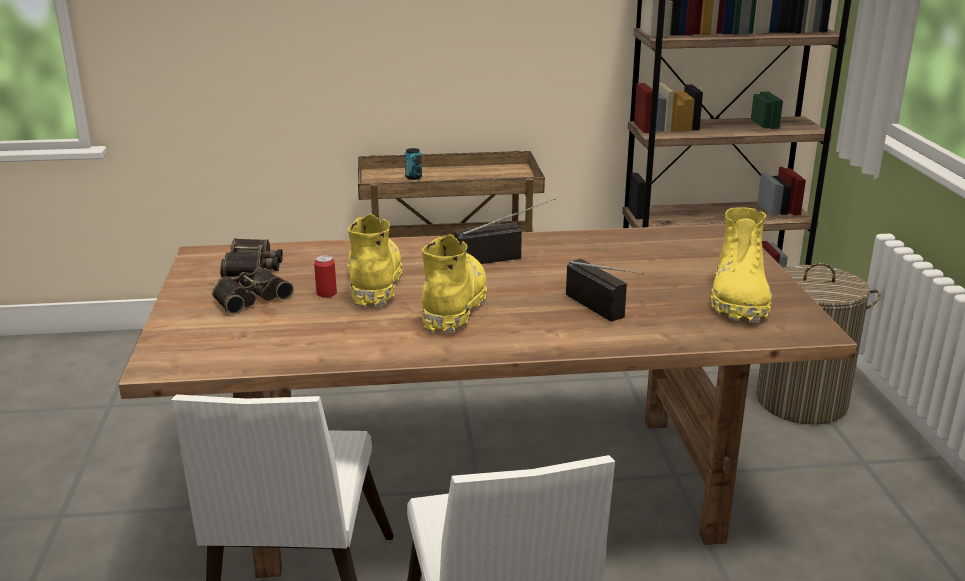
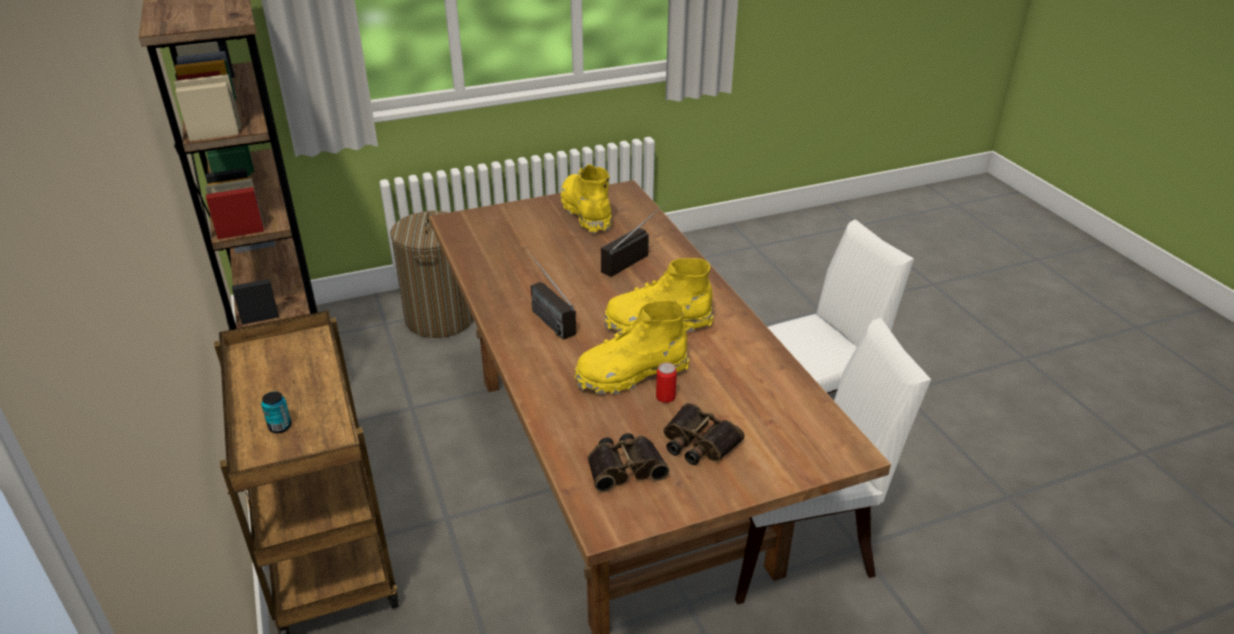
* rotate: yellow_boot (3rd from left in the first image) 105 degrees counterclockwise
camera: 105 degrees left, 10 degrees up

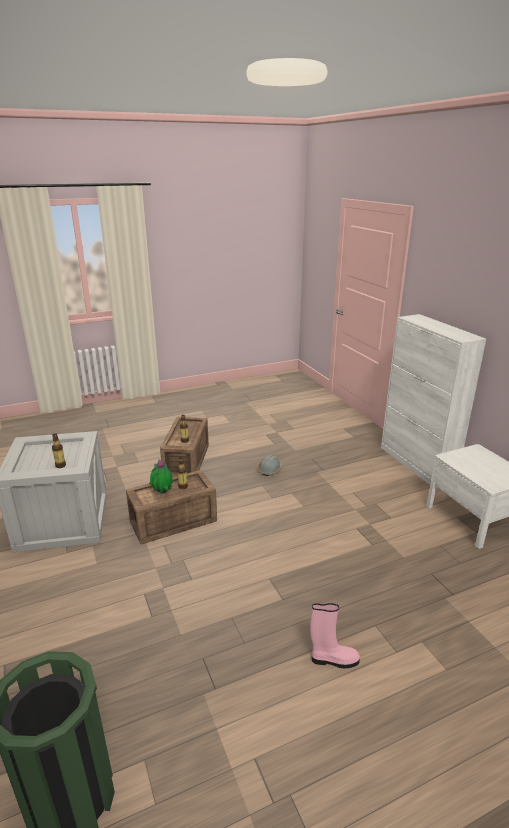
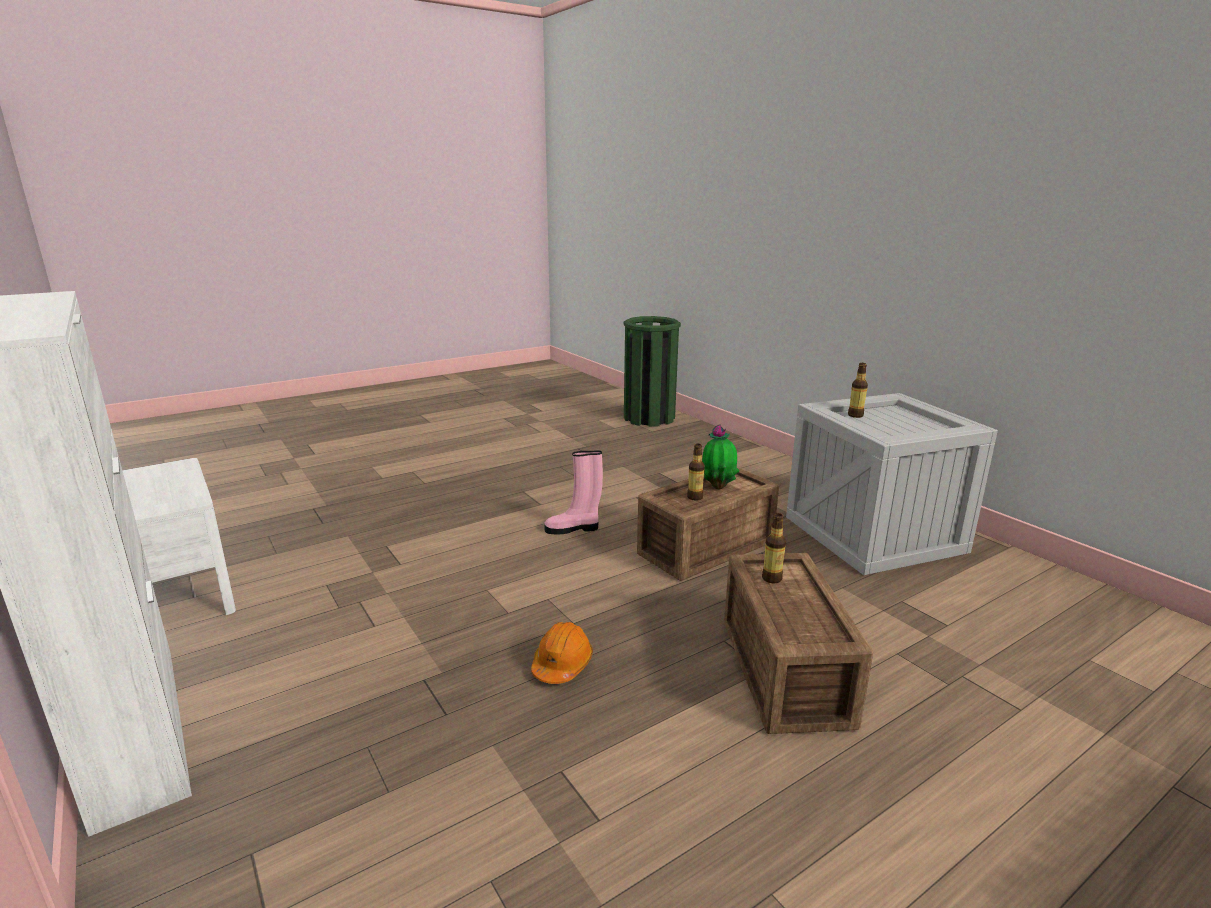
* recolor: grey_hard_hat to orange_hard_hat
* move: pink_boot
camera: 170 degrees right, 5 degrees down

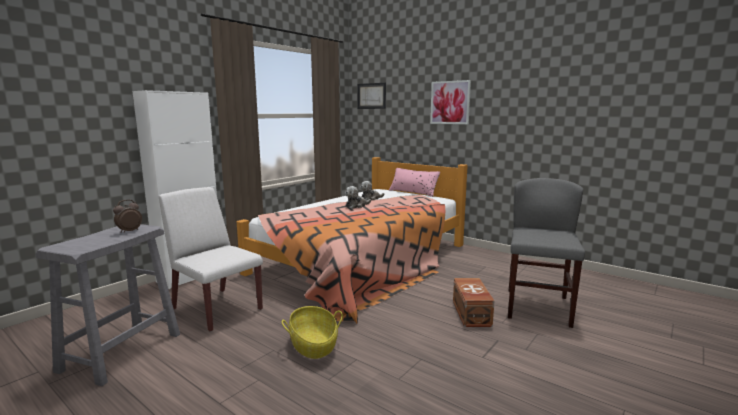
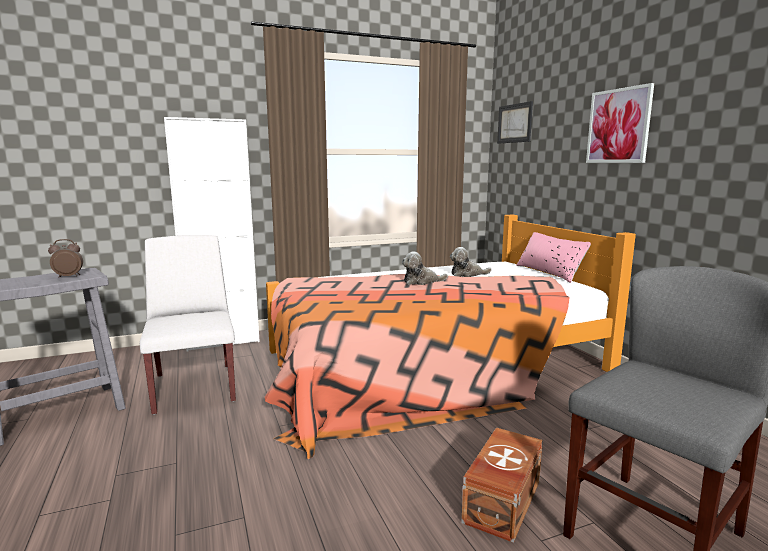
* delete: basket
camera: 30 degrees right, 0 degrees up

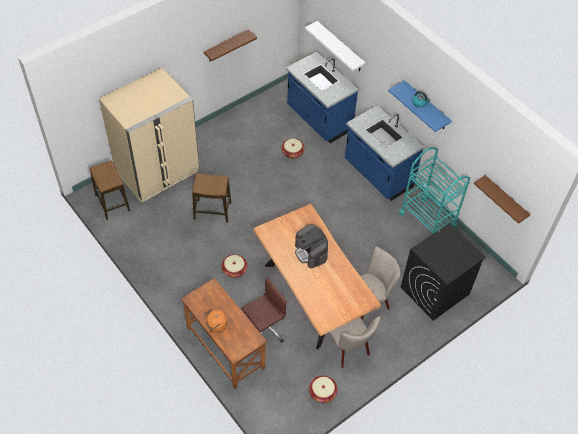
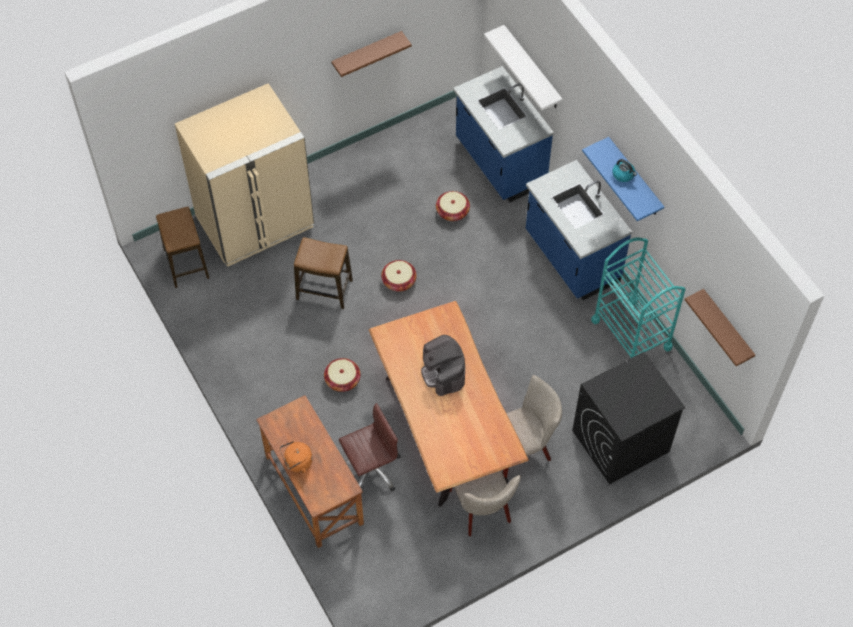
* move: basket (3rd from left in the first image) to basket (2nd from left)
camera: 10 degrees right, 5 degrees up

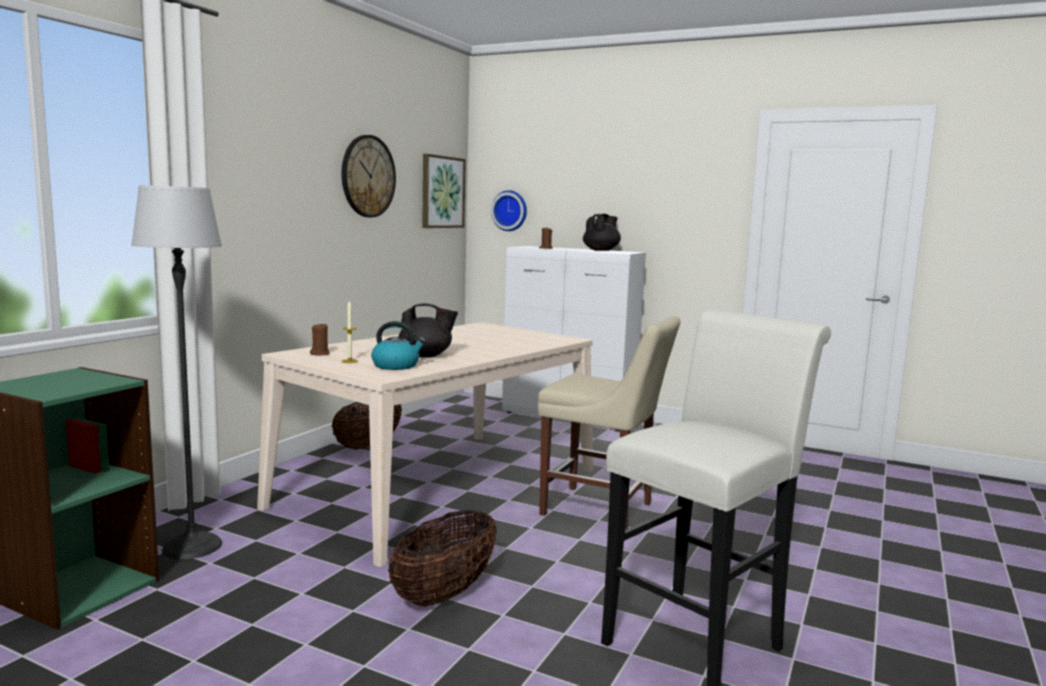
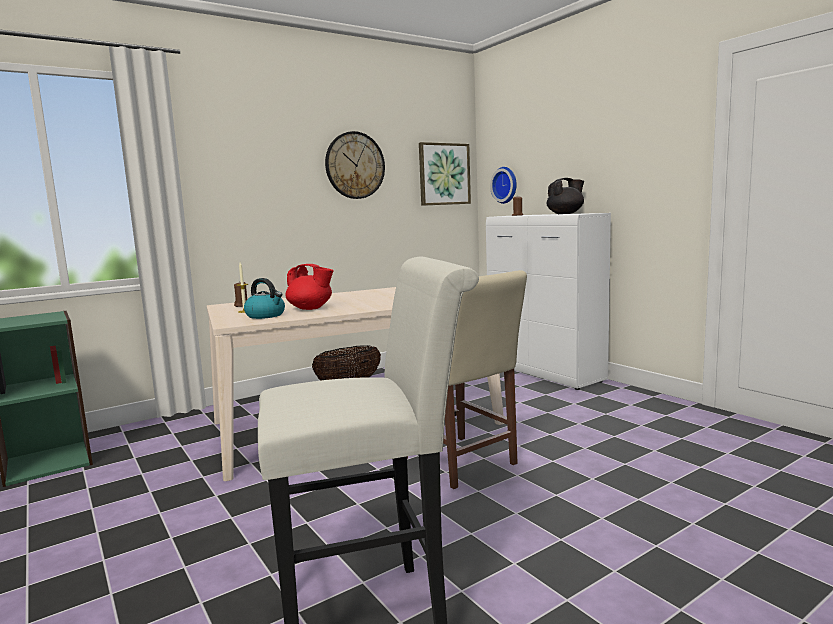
* recolor: black_teapot (1st from left) to red_teapot
* delete: floor_lamp
* delete: basket (2nd from left)
camera: 30 degrees right, 0 degrees up

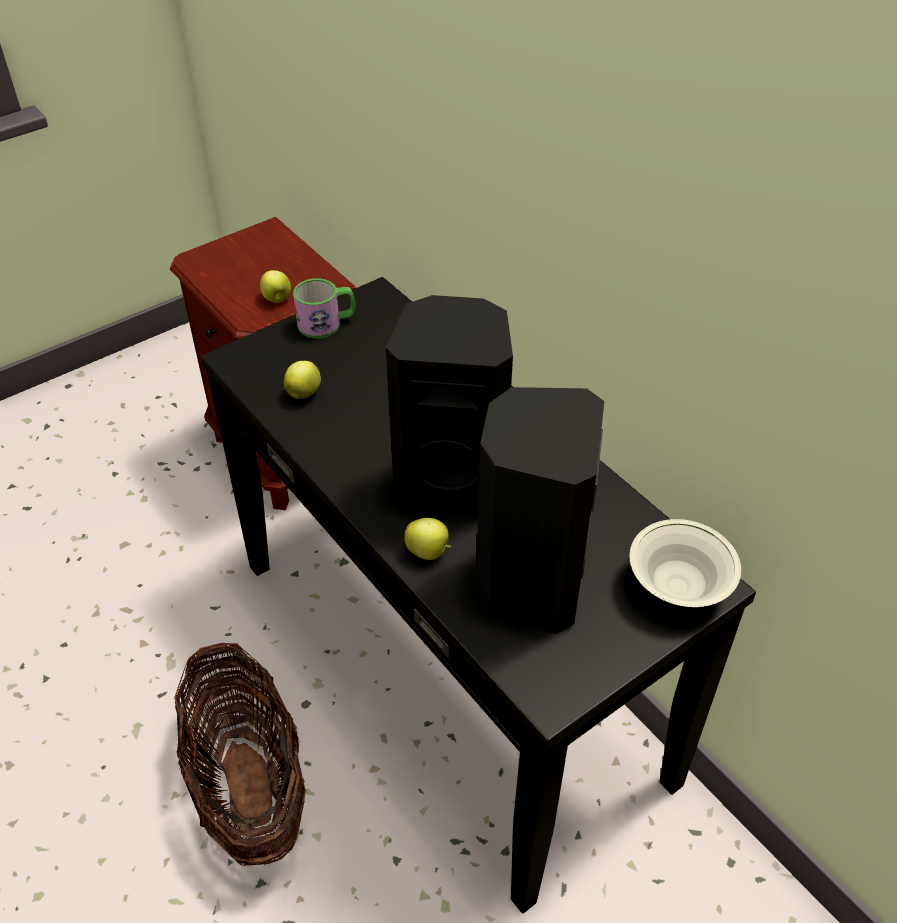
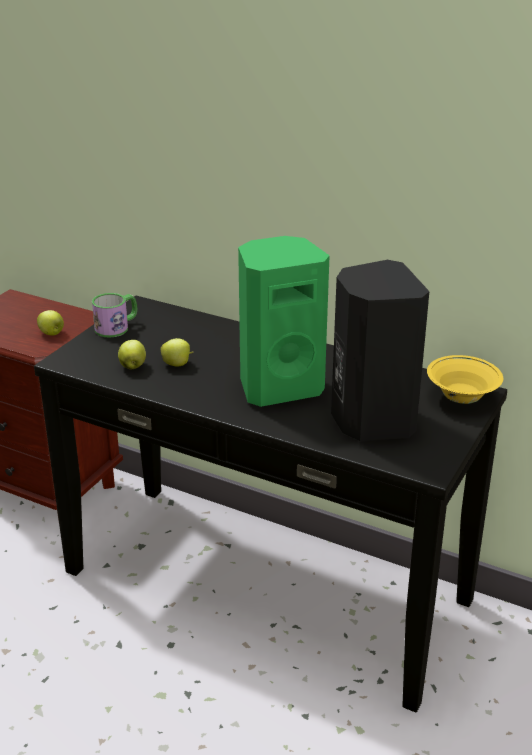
* move: apple (3rd from left)
* recolor: black_speaker (1st from left) to green_speaker
* recolor: white_bowl to yellow_bowl
* delete: basket
camera: 25 degrees left, 15 degrees down

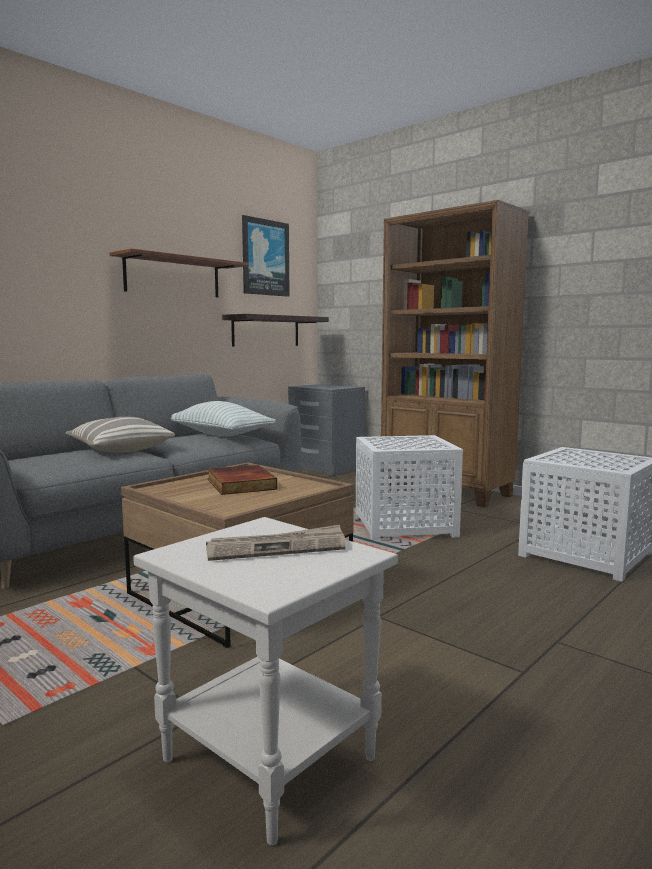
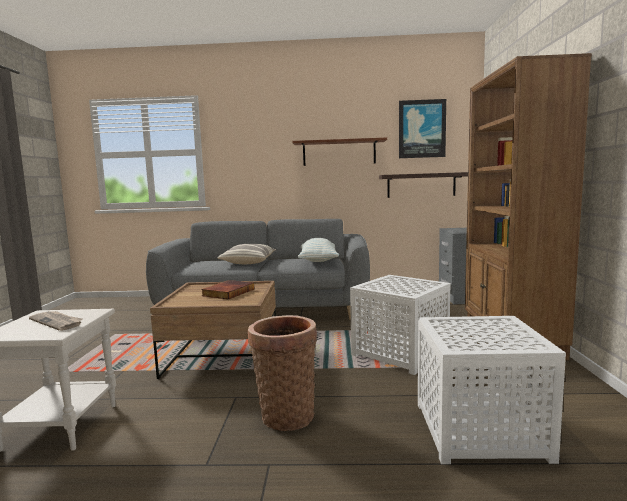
* insert: basket
camera: 50 degrees right, 0 degrees up

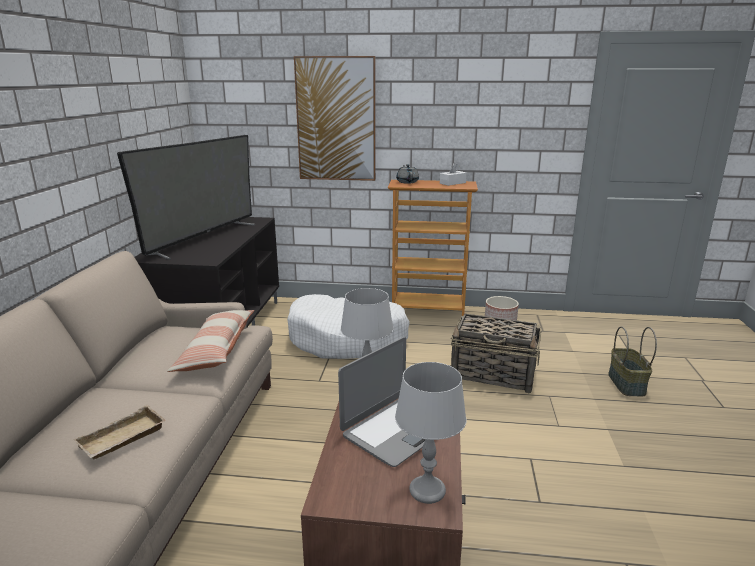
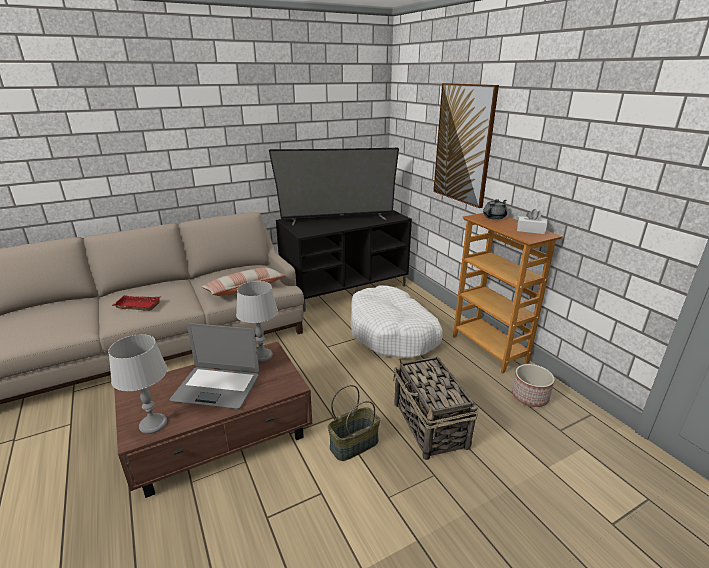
* recolor: beige_tray to red_tray
* move: basket (2nd from left in the first image) to basket (1st from left)
camera: 55 degrees right, 5 degrees up

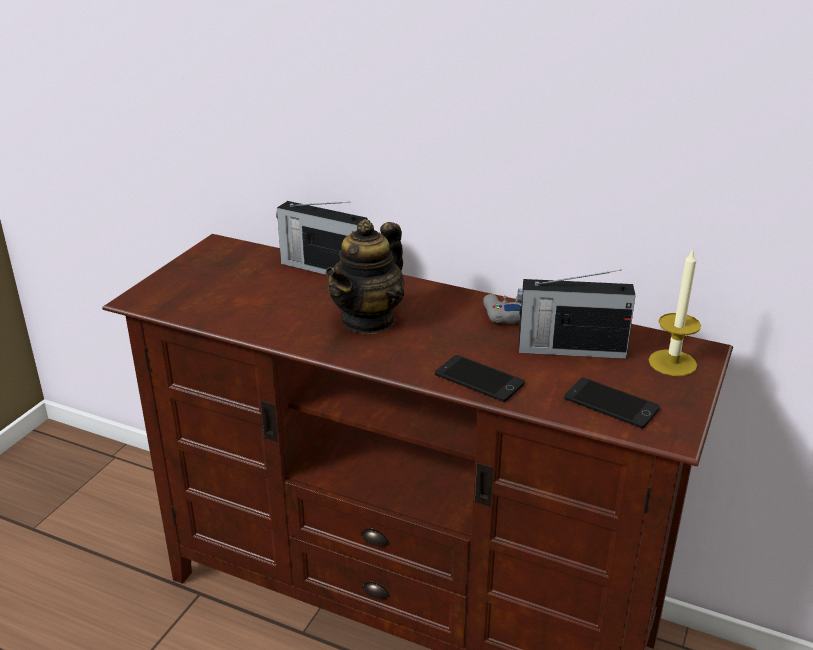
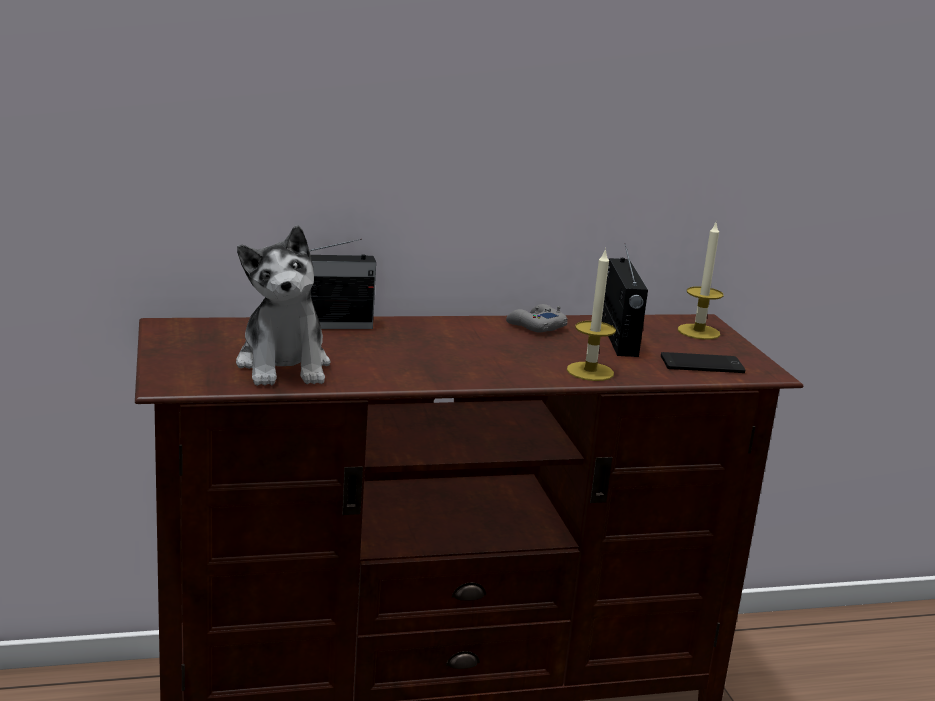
* insert: plush_toy
* replace: phone (1st from left) to candle (1st from left)
* rotate: radio (2nd from left) 60 degrees counterclockwise
* delete: teapot
camera: 40 degrees left, 10 degrees down

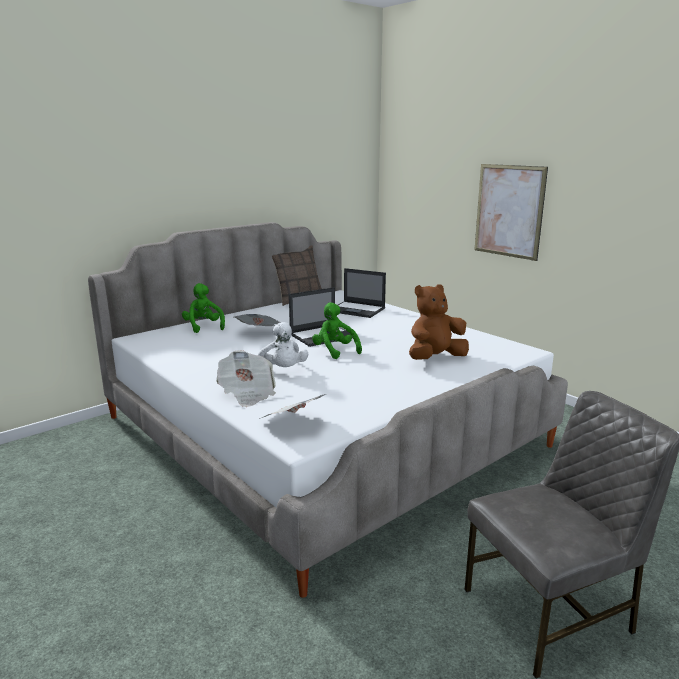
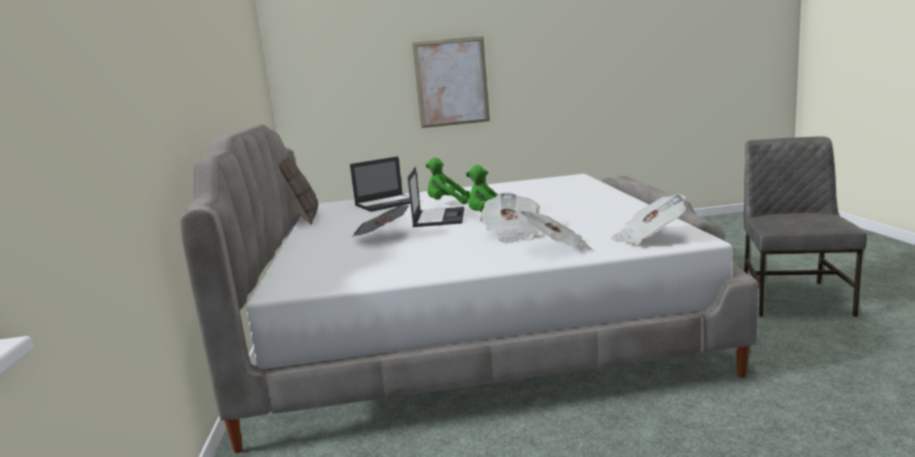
* move: green_plush_toy (1st from left)
* replace: white_plush_toy to newspaper (2nd from left)
* delete: brown_plush_toy
camera: 55 degrees left, 5 degrees down

